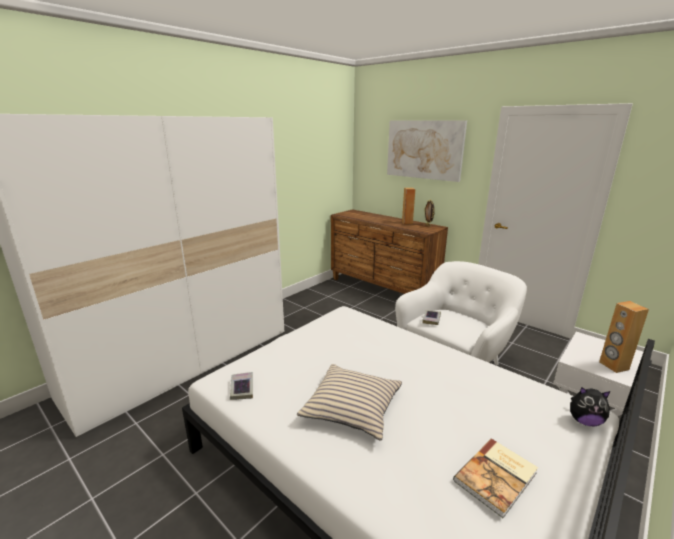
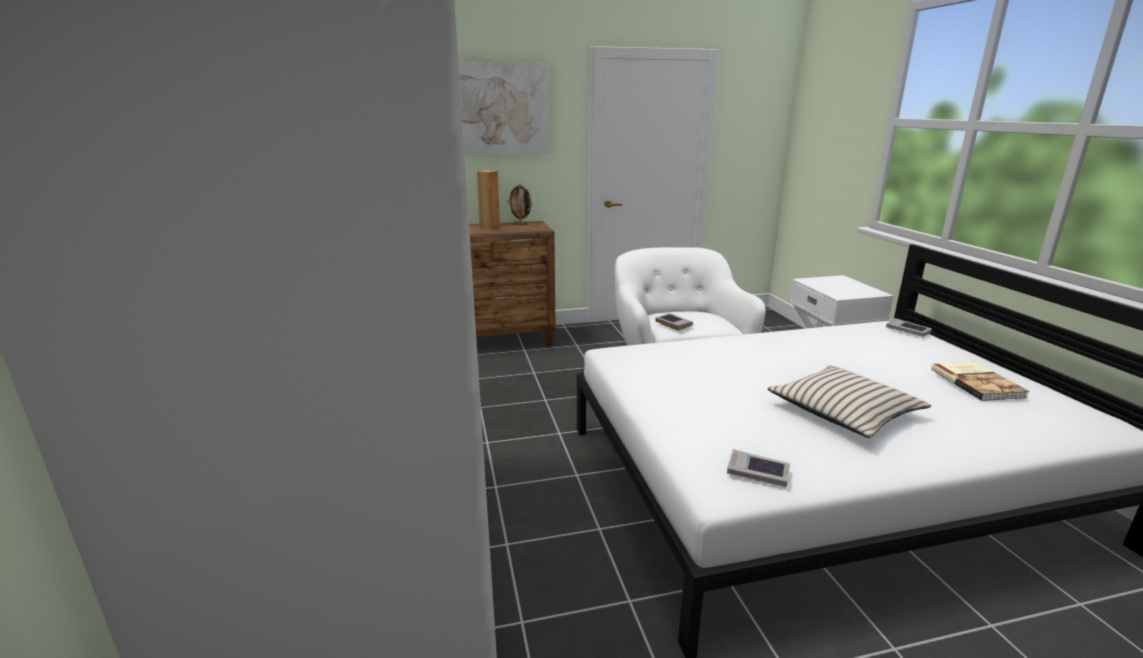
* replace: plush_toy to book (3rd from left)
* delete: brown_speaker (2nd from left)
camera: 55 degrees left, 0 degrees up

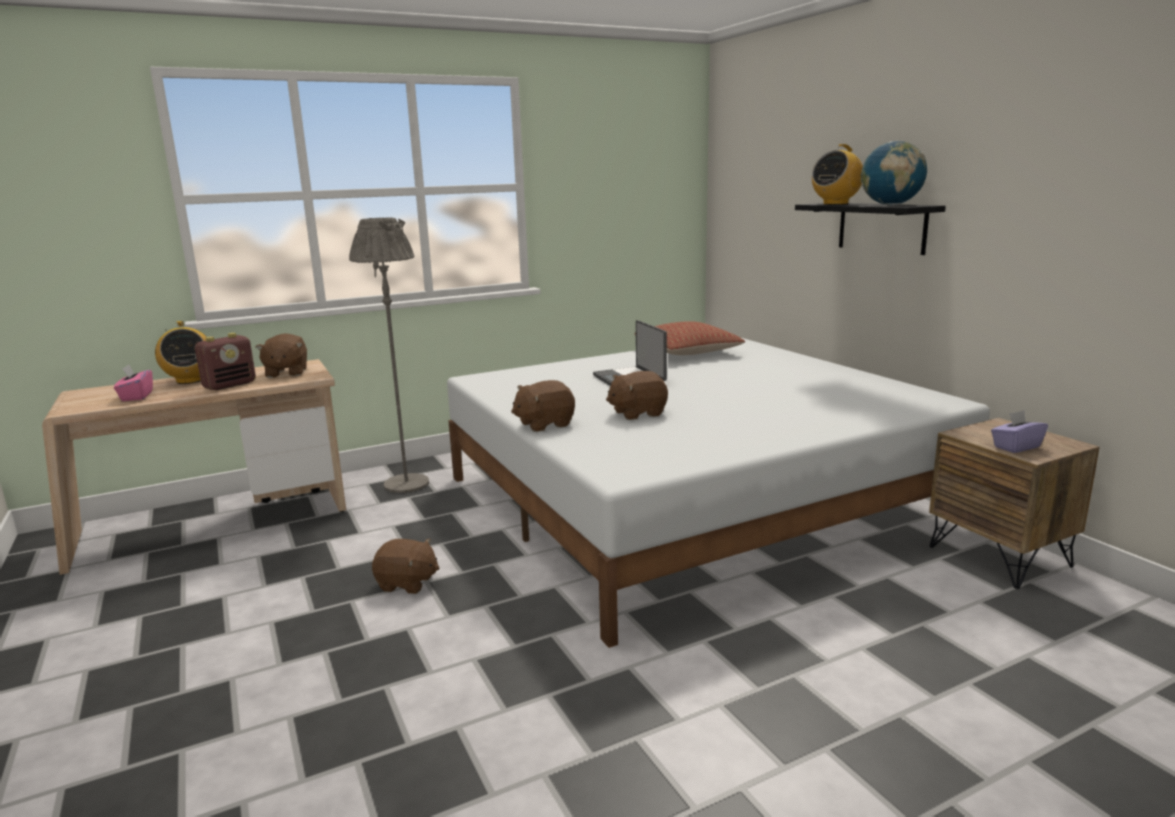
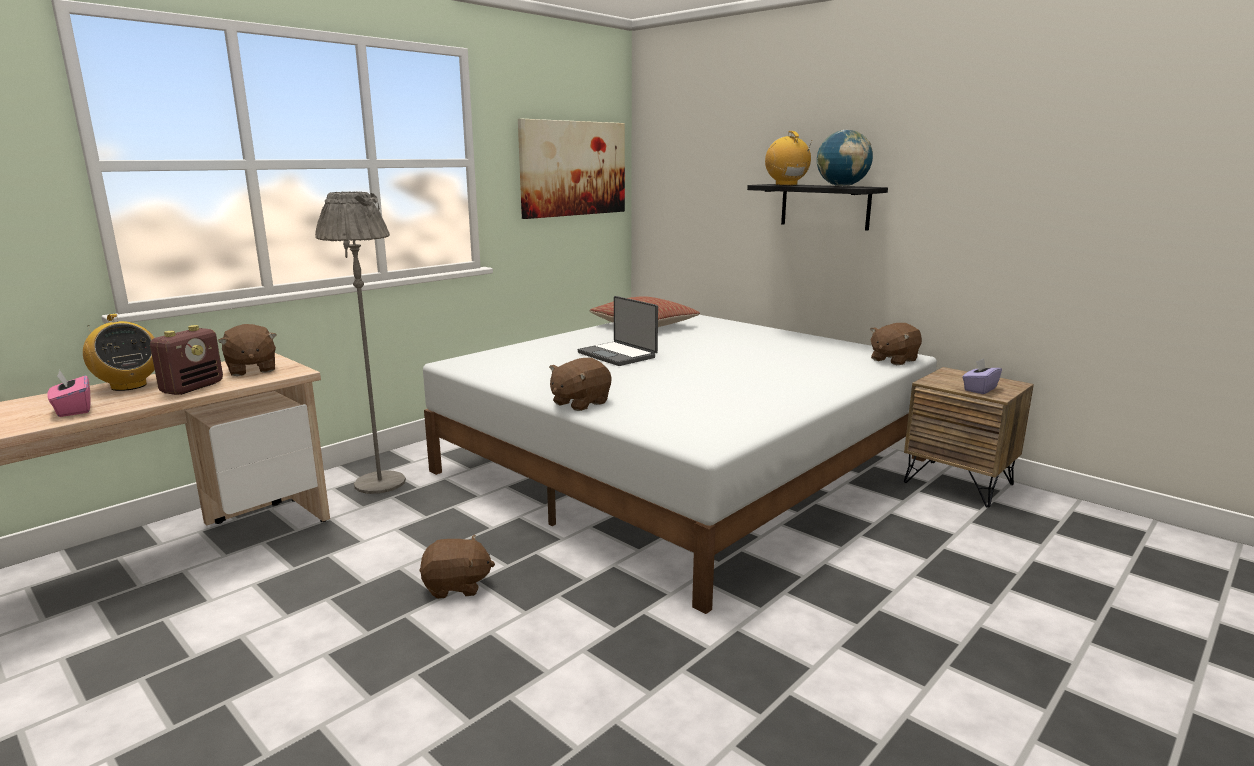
* insert: picture
* rotate: radio (3rd from left) 135 degrees clockwise
* move: brown_plush_toy (4th from left)
camera: 20 degrees left, 0 degrees up

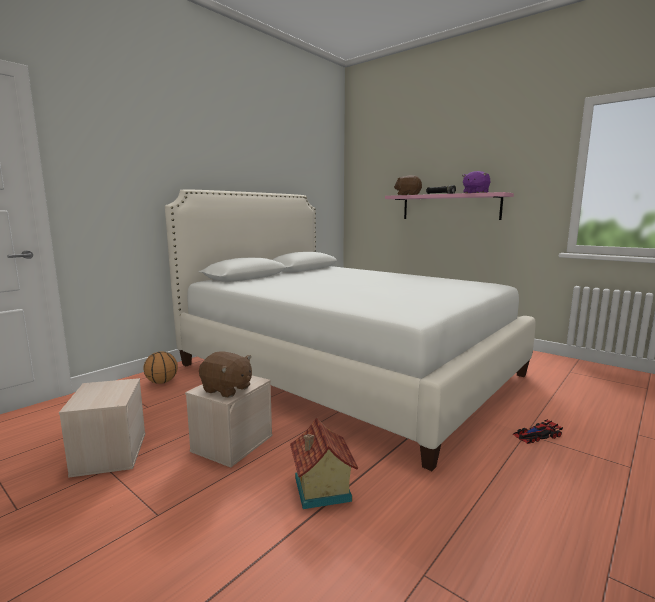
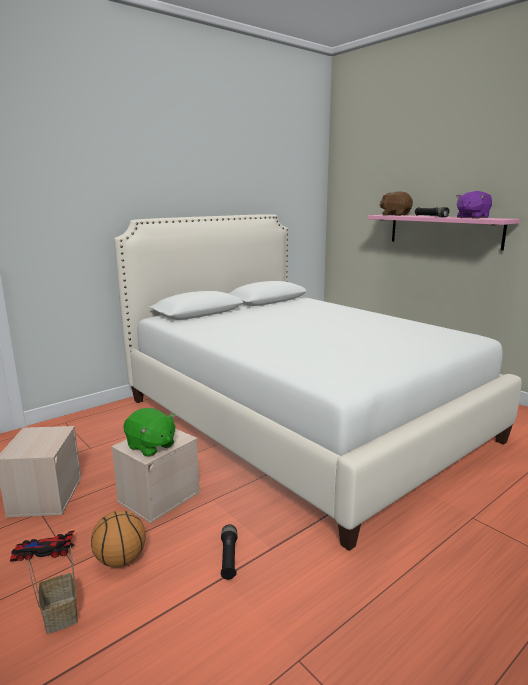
* move: toy_car
* insert: basket
* move: basketball
* recolor: brown_plush_toy (1st from left) to green_plush_toy
* replace: toy_house to black_flashlight (1st from left)
camera: 10 degrees right, 5 degrees up

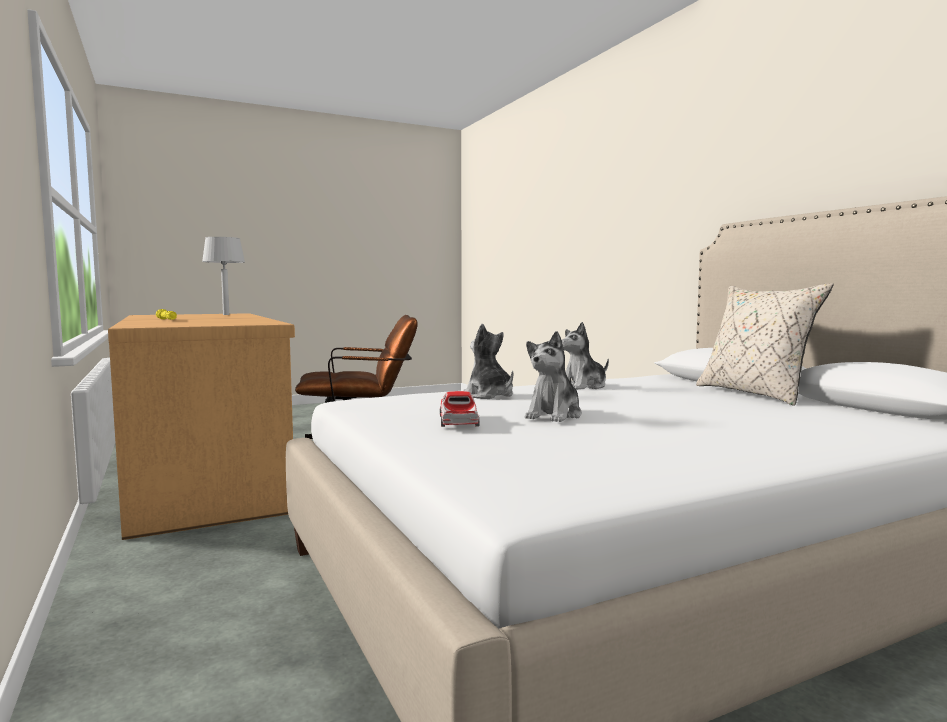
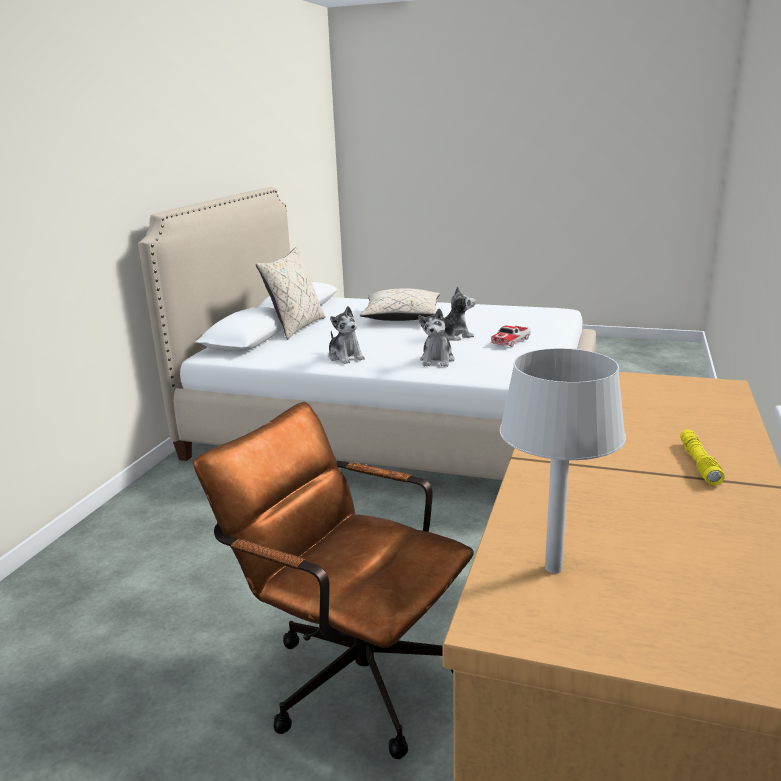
* rotate: plush_toy (3rd from left in the first image) 45 degrees clockwise
* insert: beige_pillow (2nd from left)
camera: 135 degrees left, 15 degrees up

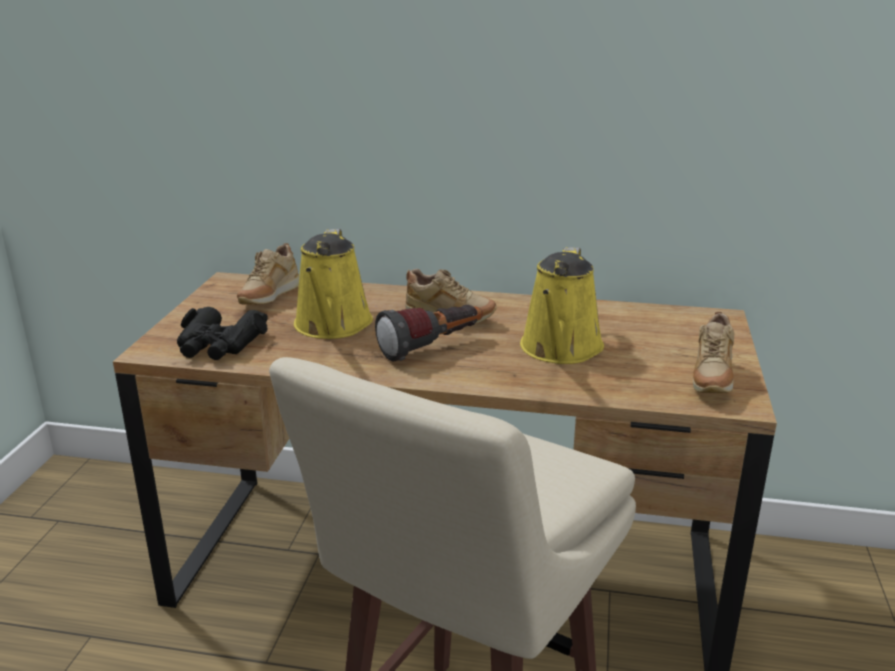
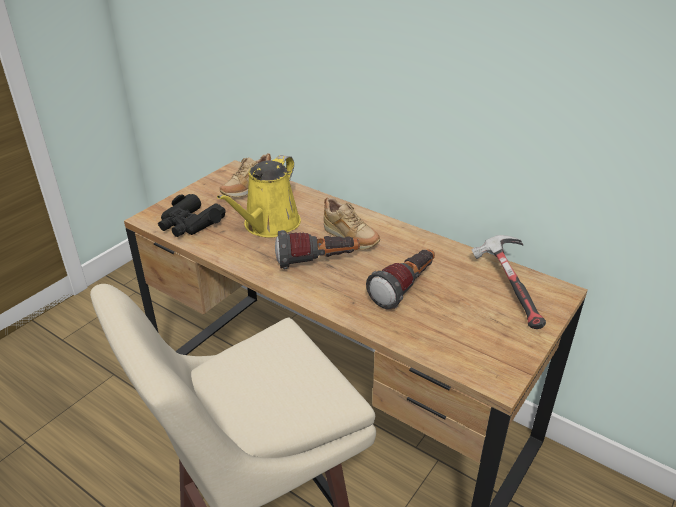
* replace: yellow_watering_can (2nd from left) to flashlight (2nd from left)
* insert: hammer
* delete: beige_shoe (3rd from left)
camera: 25 degrees right, 10 degrees up

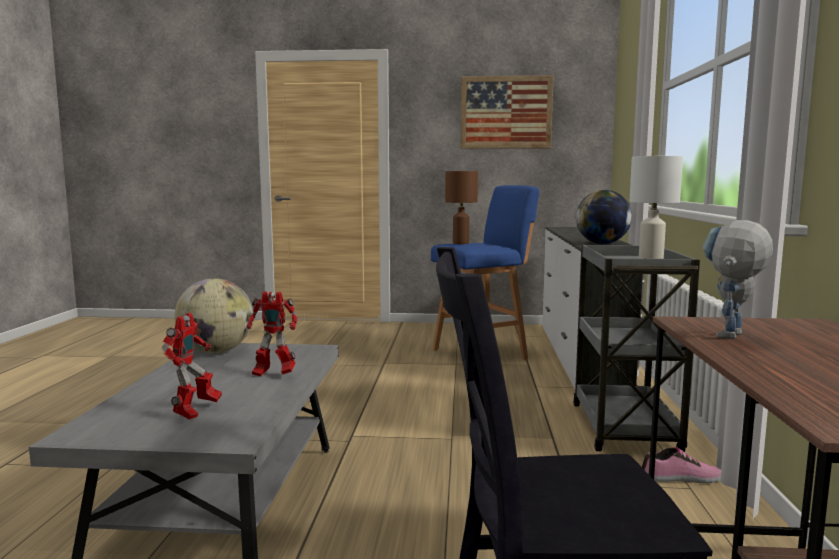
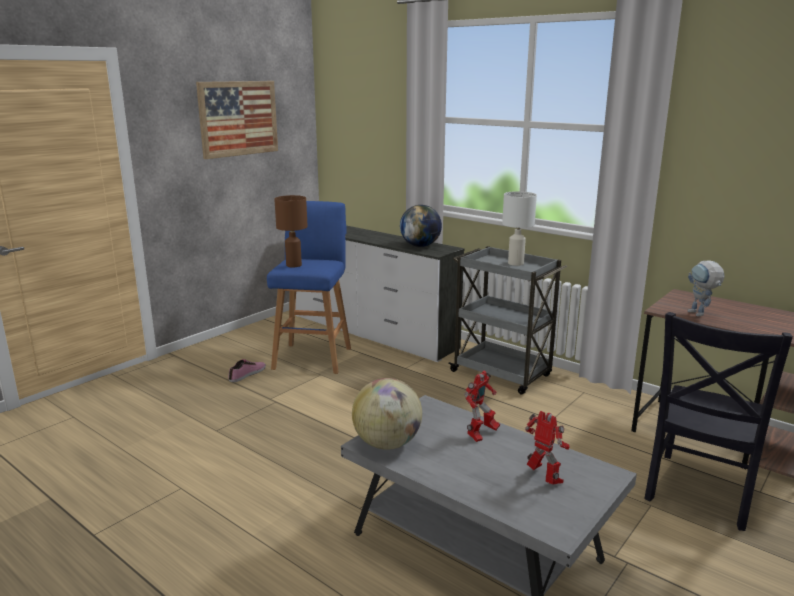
* move: shoe
camera: 55 degrees left, 10 degrees up

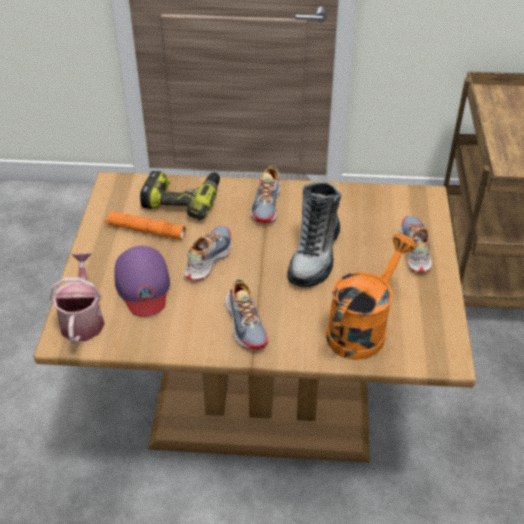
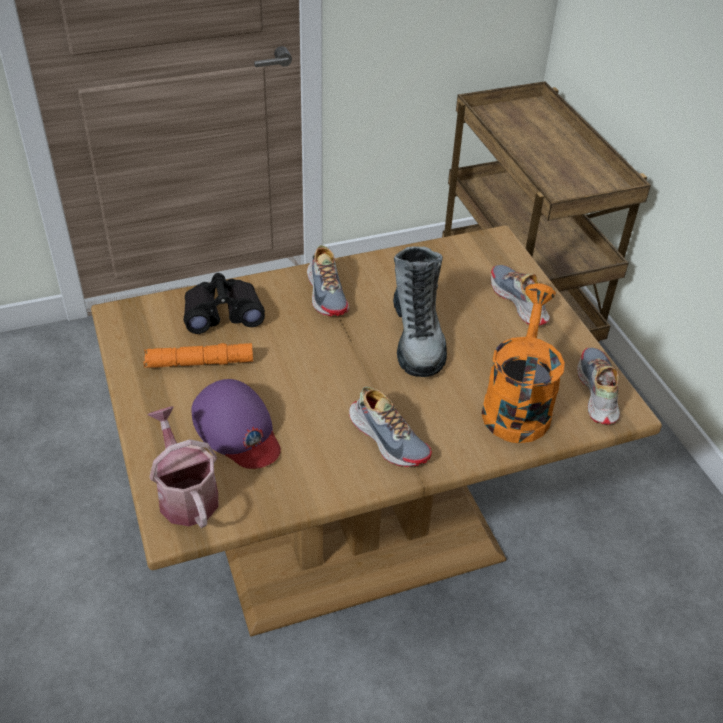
* replace: power_drill to black_binoculars
* move: shoe (1st from left in the first image) to shoe (4th from left)
camera: 25 degrees left, 0 degrees up

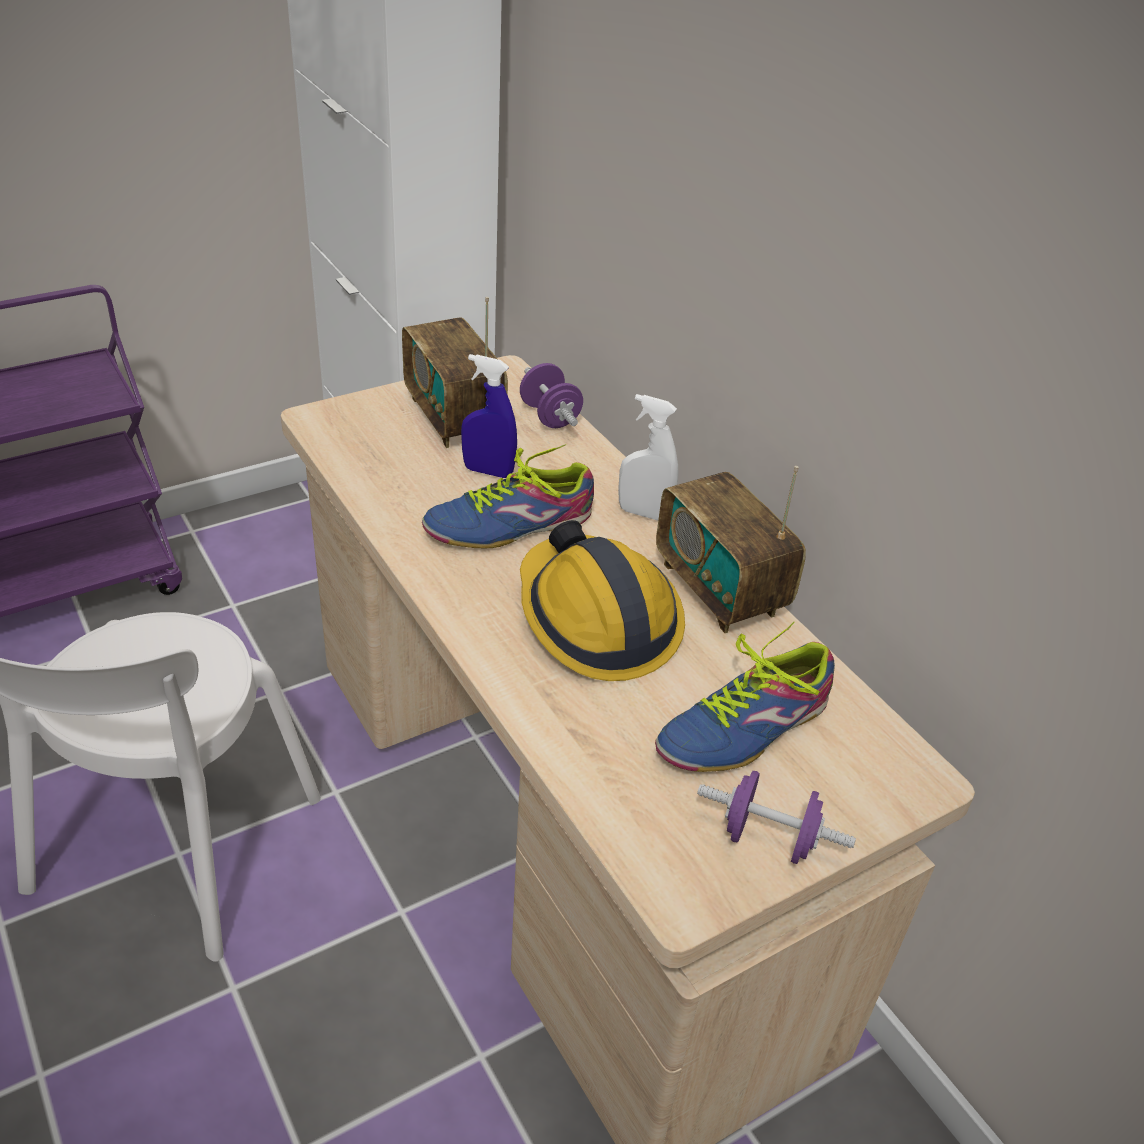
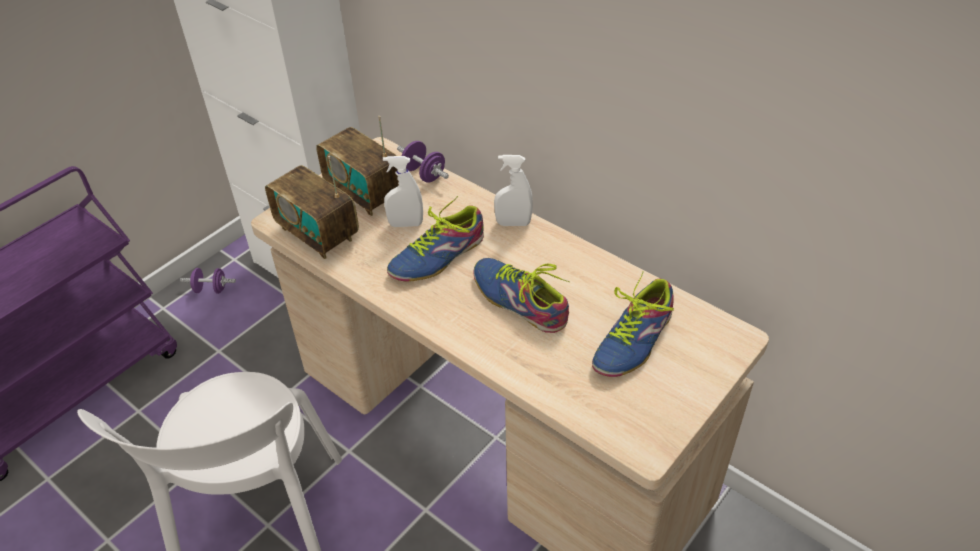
* move: purple_dumbbell (2nd from left in the first image) to purple_dumbbell (1st from left)
* move: radio (2nd from left in the first image) to radio (1st from left)
* recolor: blue_spray_bottle to white_spray_bottle (1st from left)
* replace: hard_hat to shoe (2nd from left)
camera: 15 degrees left, 5 degrees up

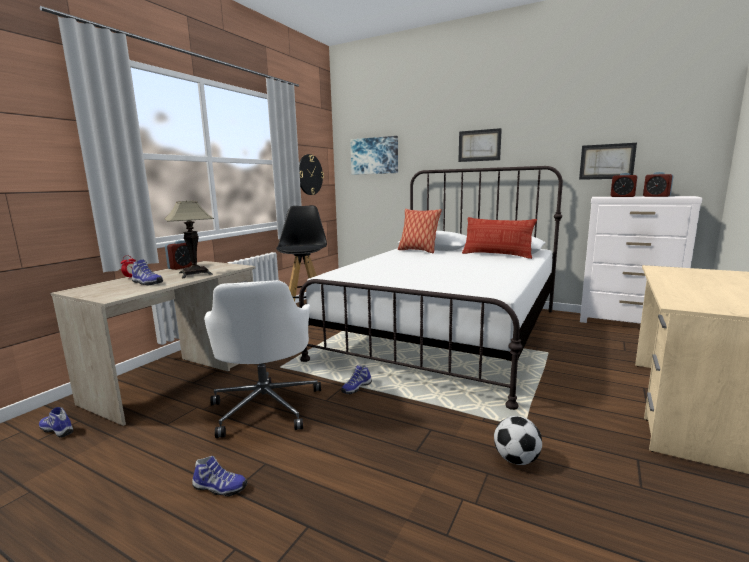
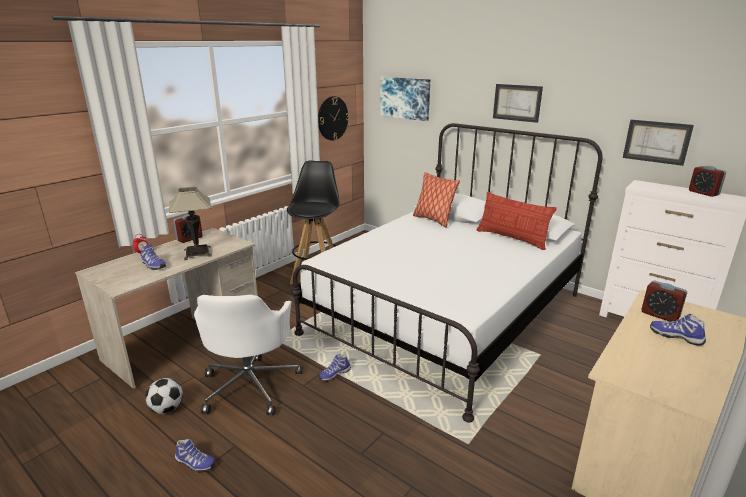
* move: football
* move: alarm_clock (3rd from left)
* move: shoe (1st from left in the first image) to shoe (4th from left)
camera: 10 degrees right, 10 degrees up

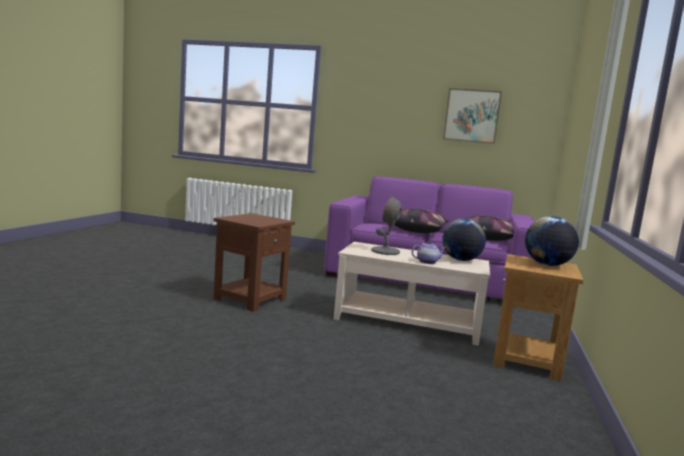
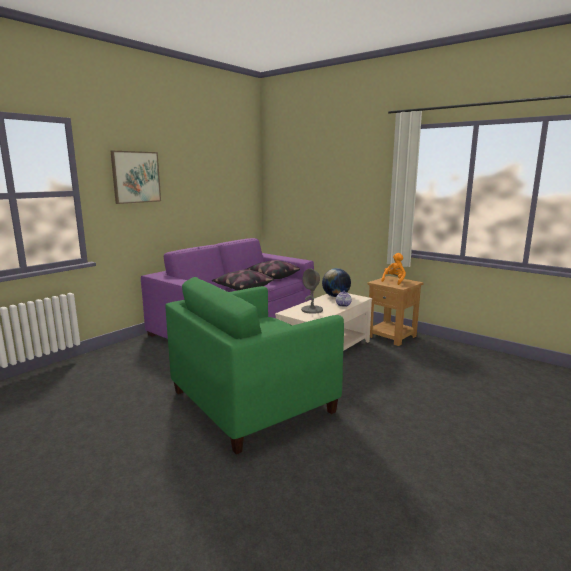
* move: picture
* replace: brown_side_table (1st from left) to green_armchair
* replace: globe (2nd from left) to orange_plush_toy
camera: 65 degrees left, 5 degrees up

